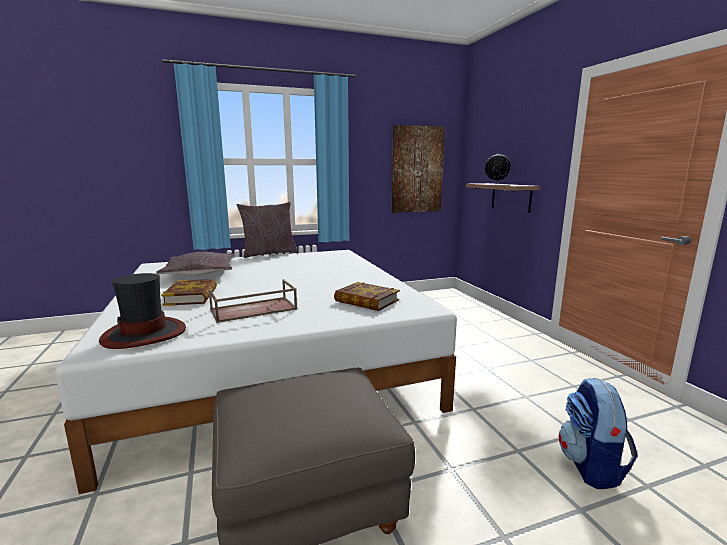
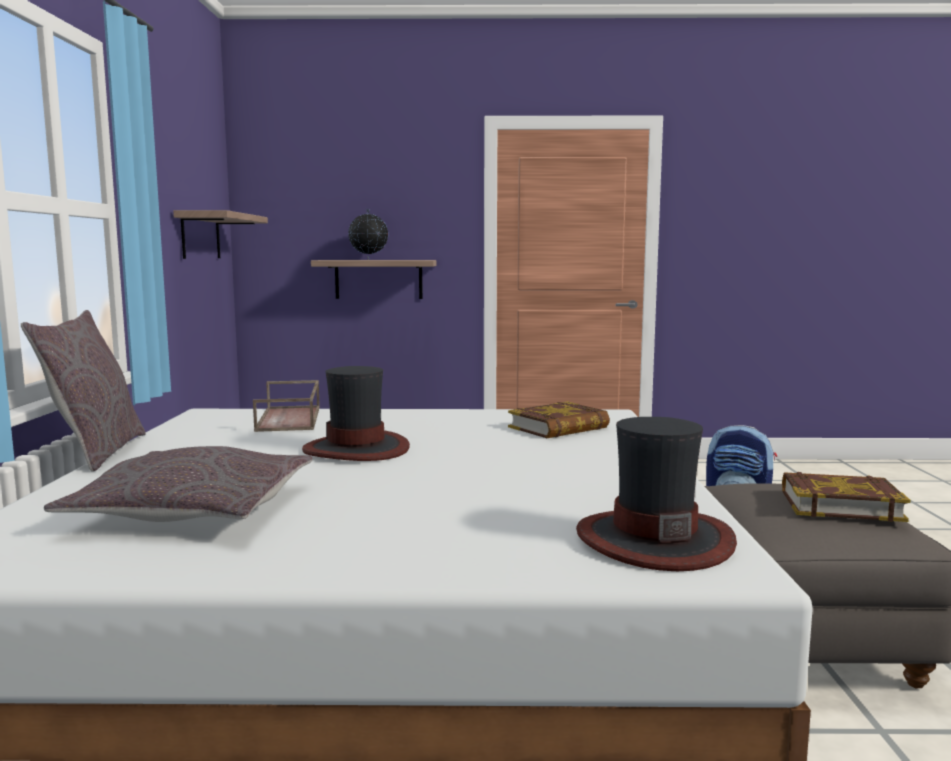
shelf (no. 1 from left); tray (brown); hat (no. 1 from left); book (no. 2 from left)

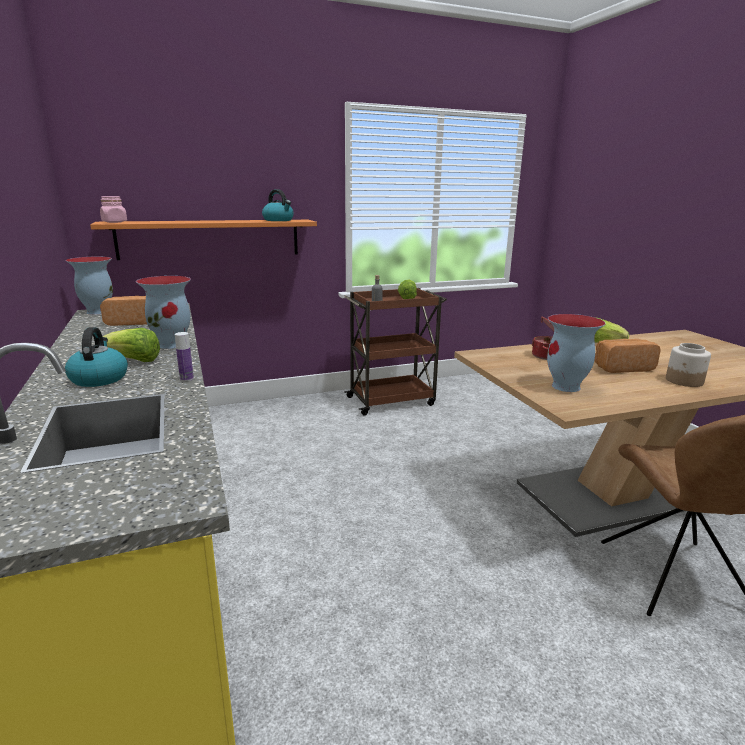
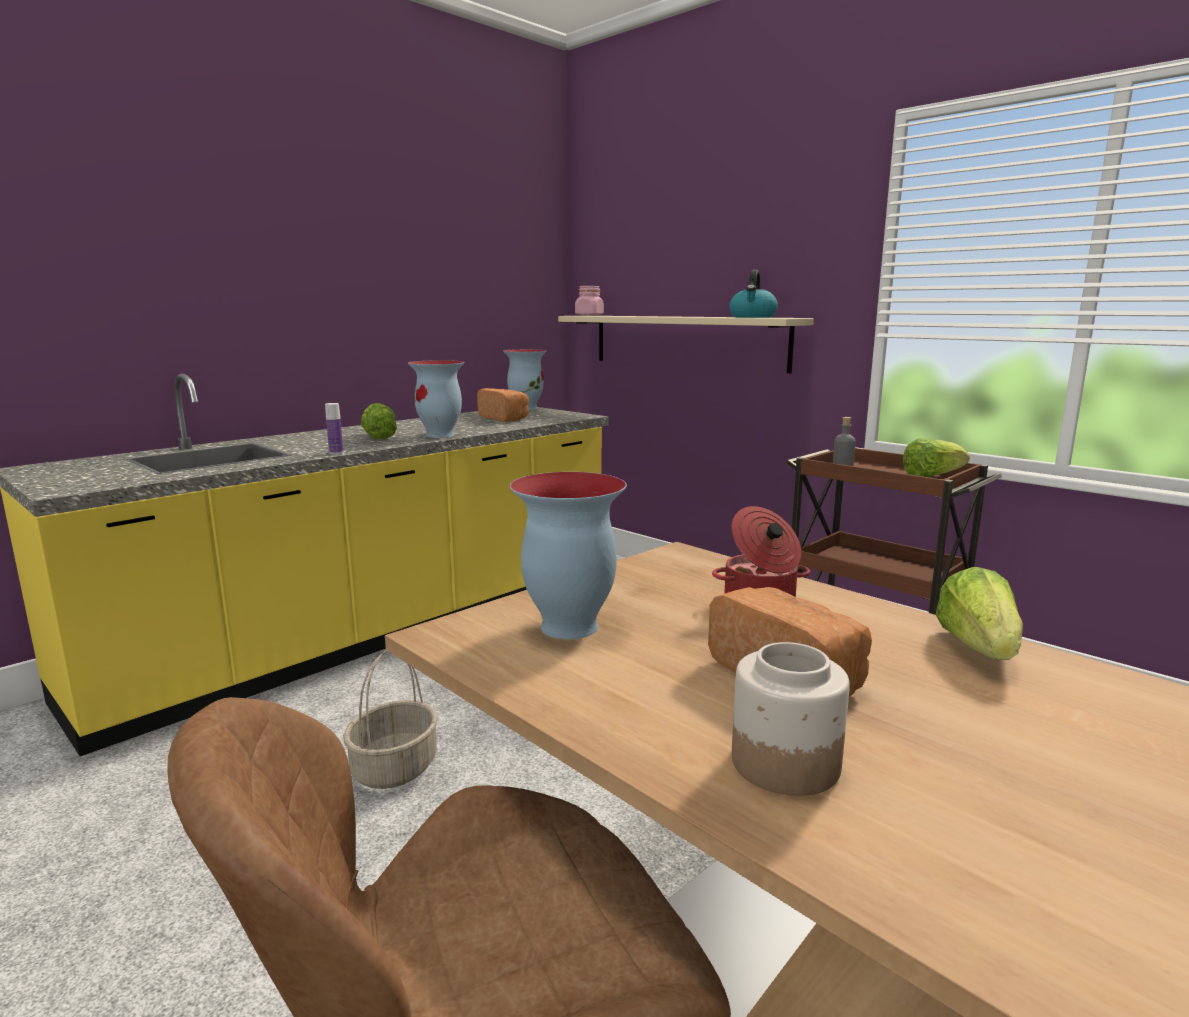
basket; shelf (beige); kettle (no. 1 from left in the first image)

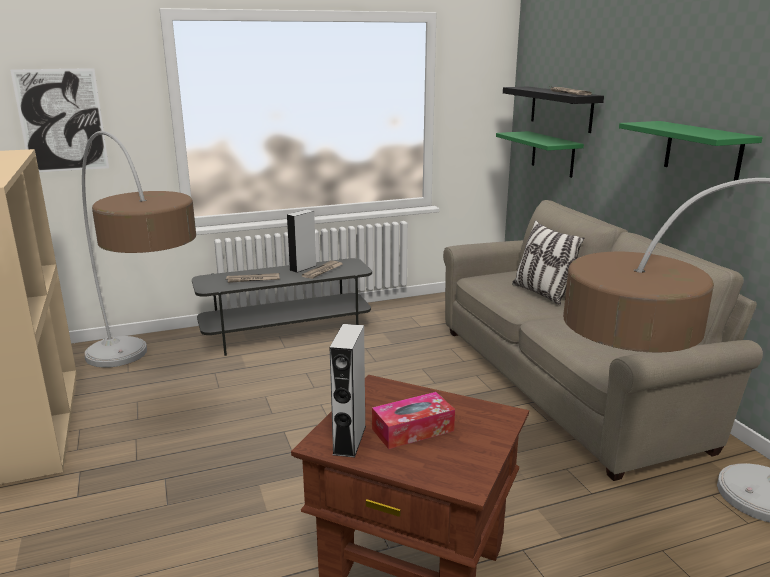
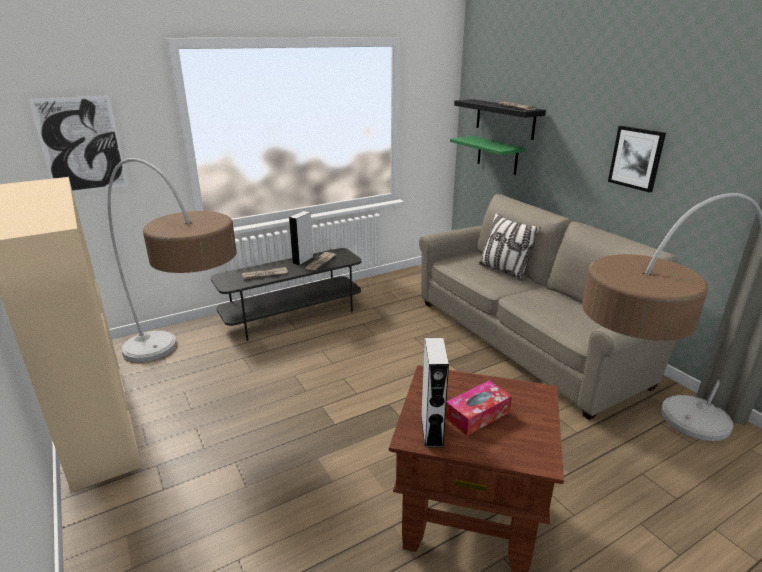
picture (no. 2 from left)

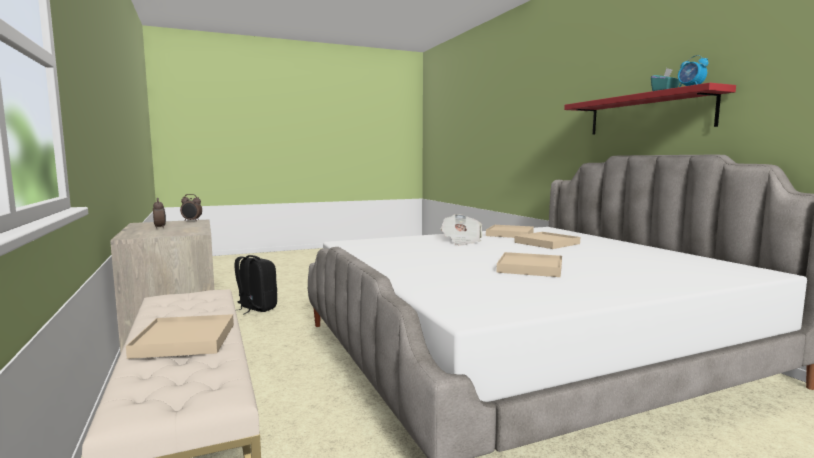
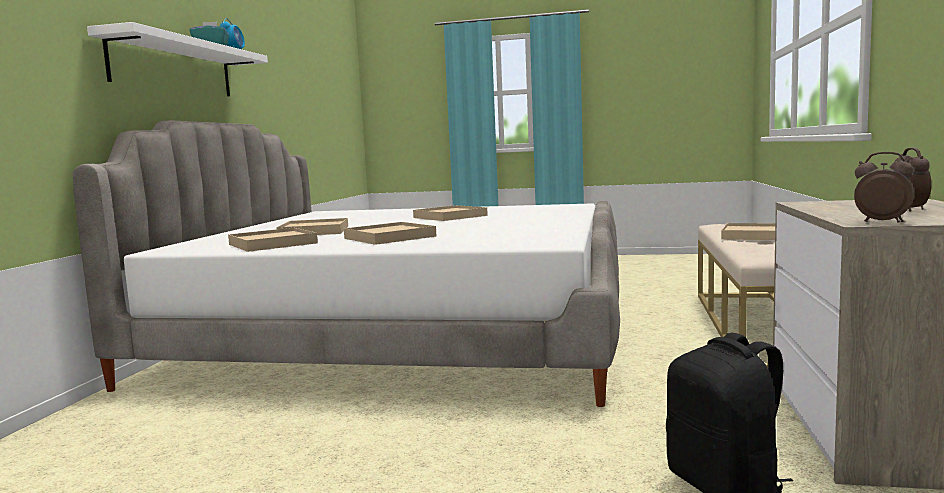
shelf (white); tray (beige) (no. 3 from left)

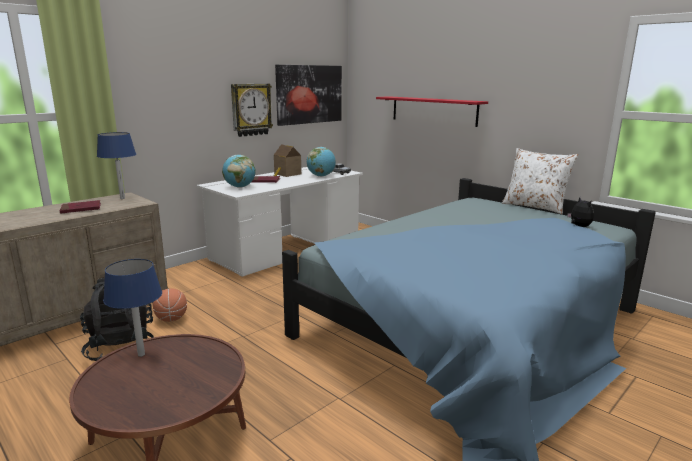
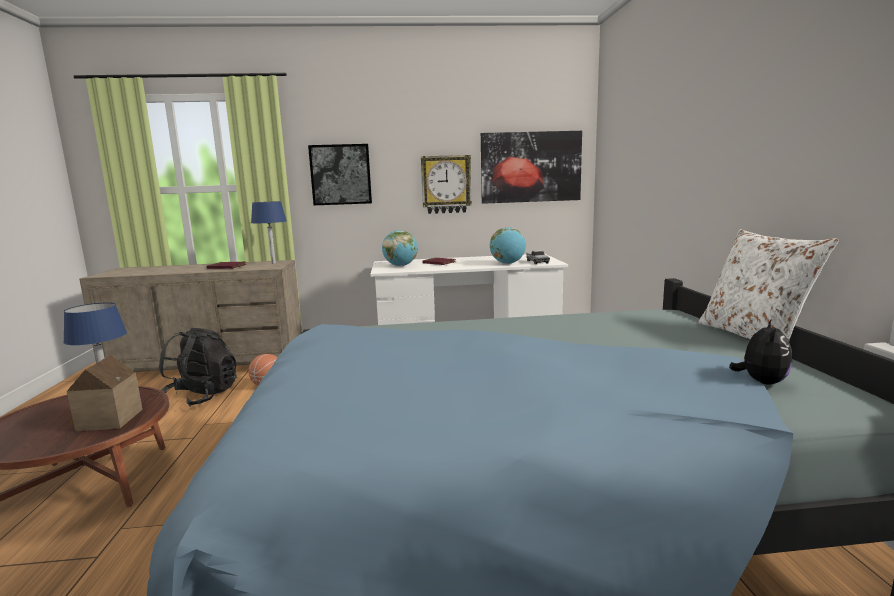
toy house; picture (no. 1 from left); shelf (red)

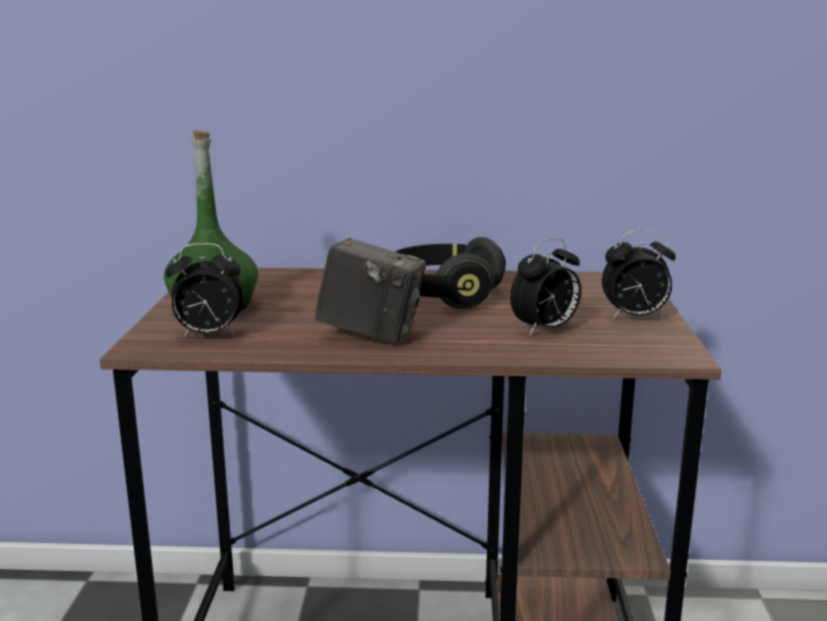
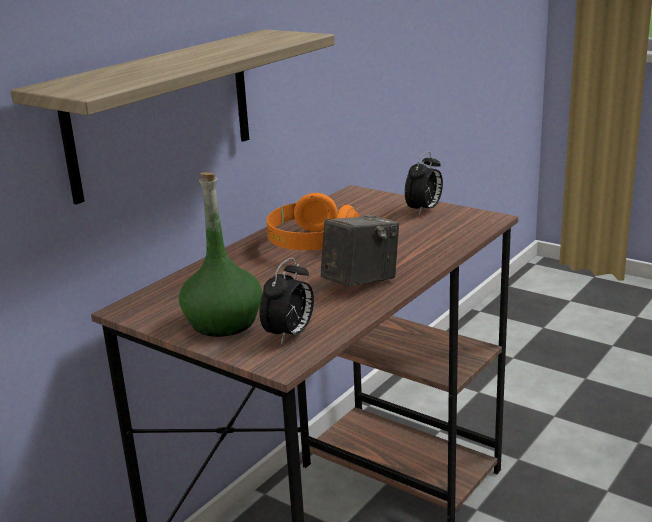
shelf; headphones (orange); alarm clock (no. 2 from left in the first image)

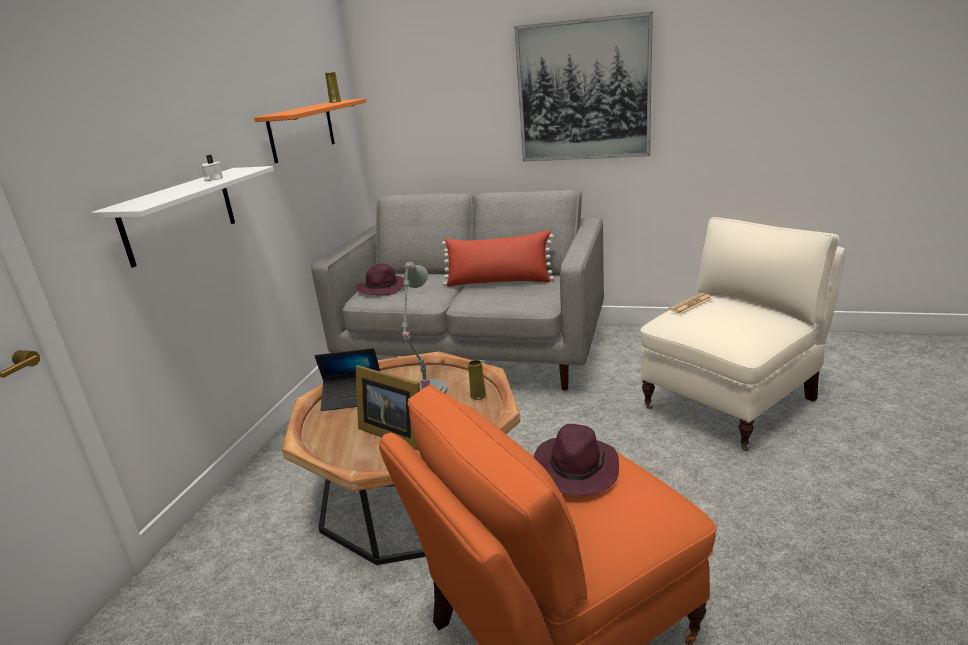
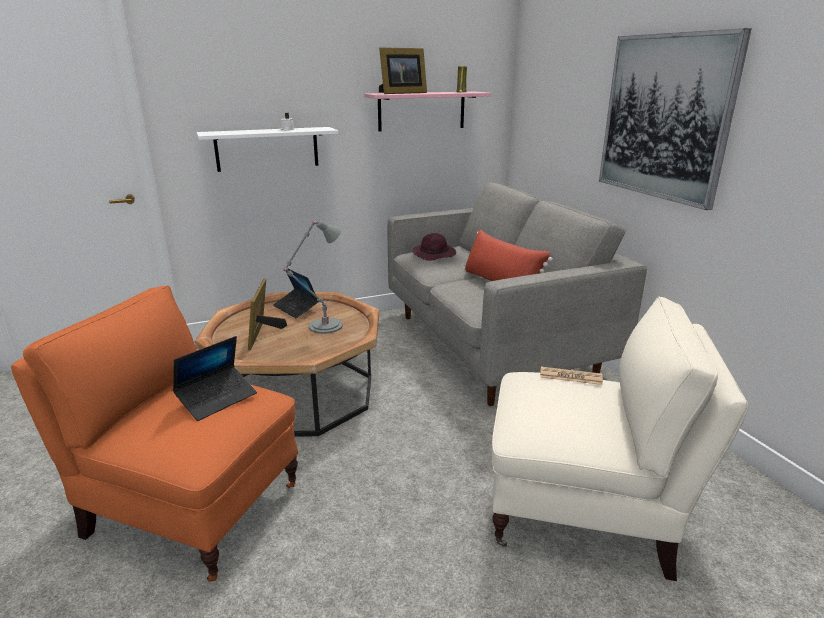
laptop (no. 1 from left); shelf (pink); picture frame (no. 2 from left); vase (yellow) (no. 2 from left in the first image)

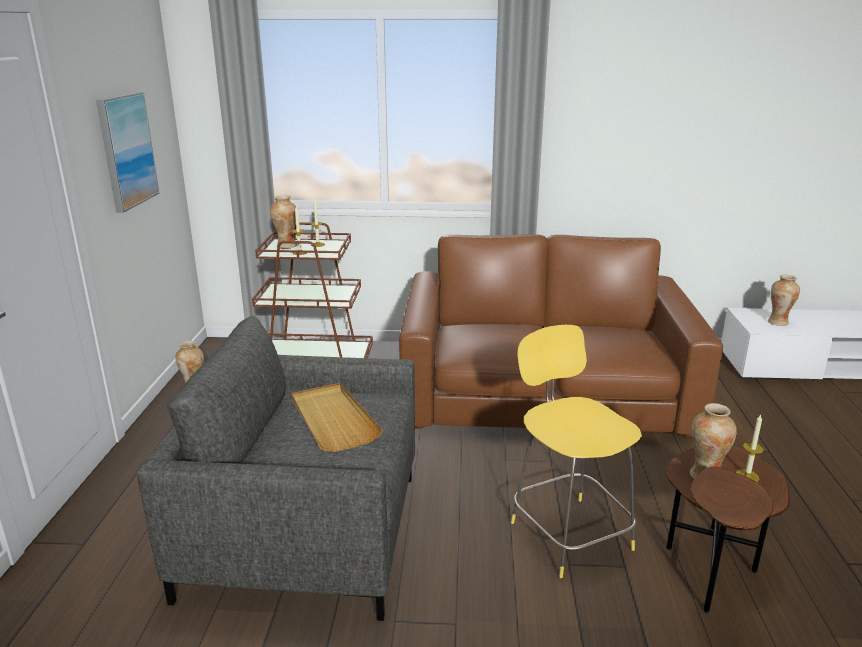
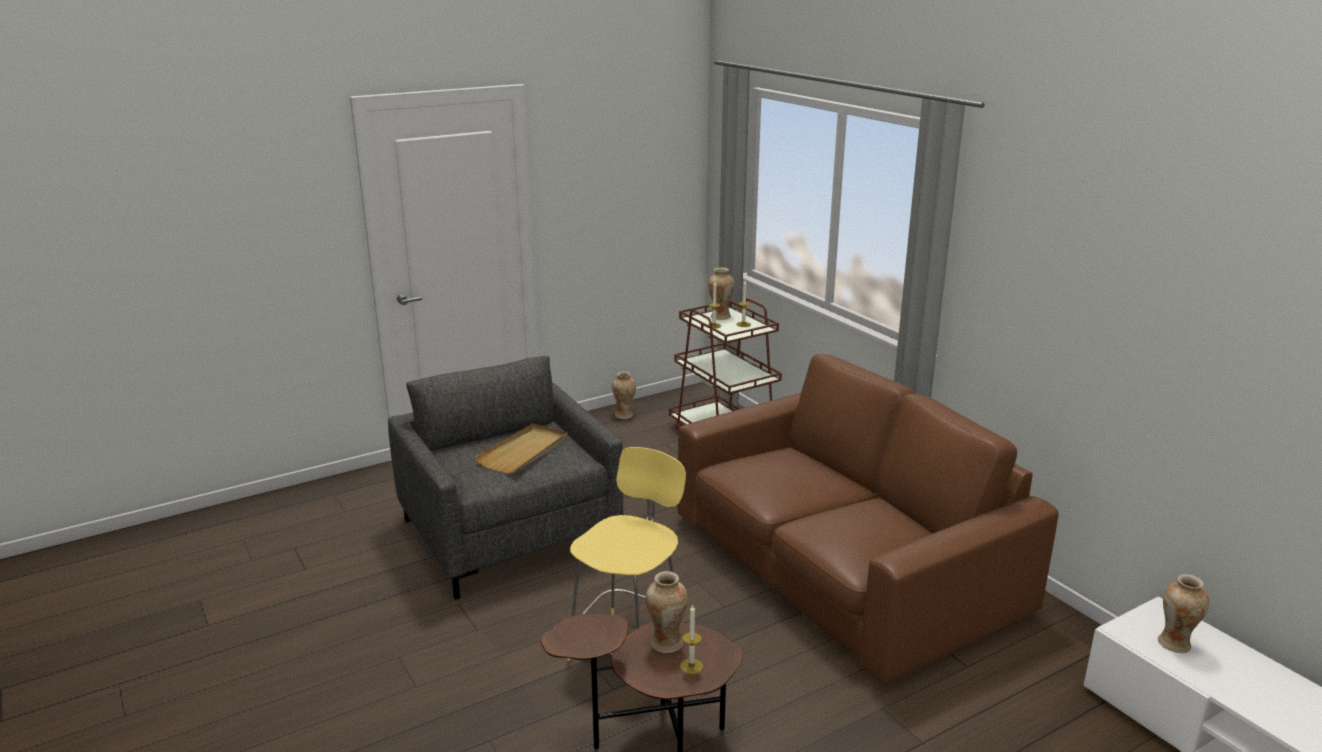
picture

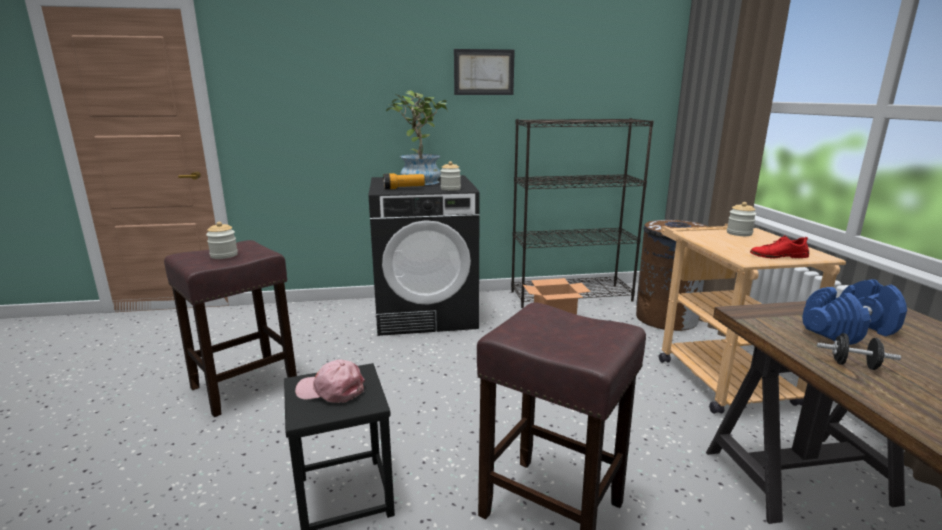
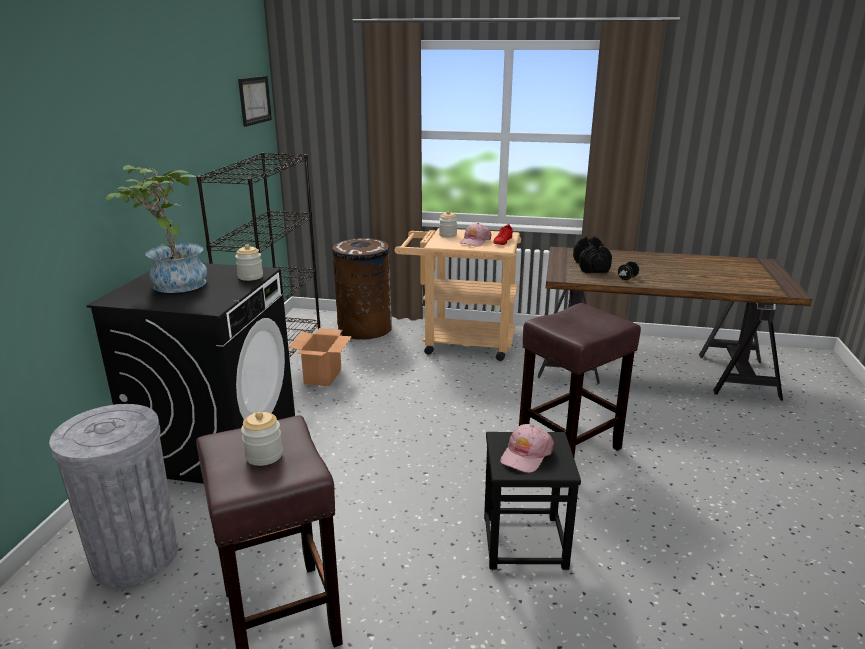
trash can (grey); picture; cap (pink) (no. 1 from left); dumbbell (black) (no. 1 from left); flashlight

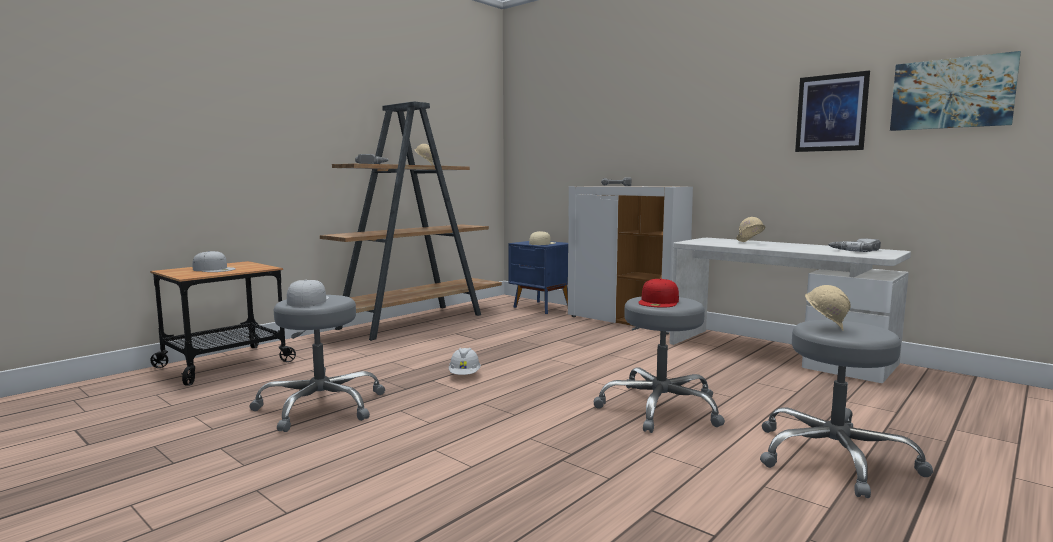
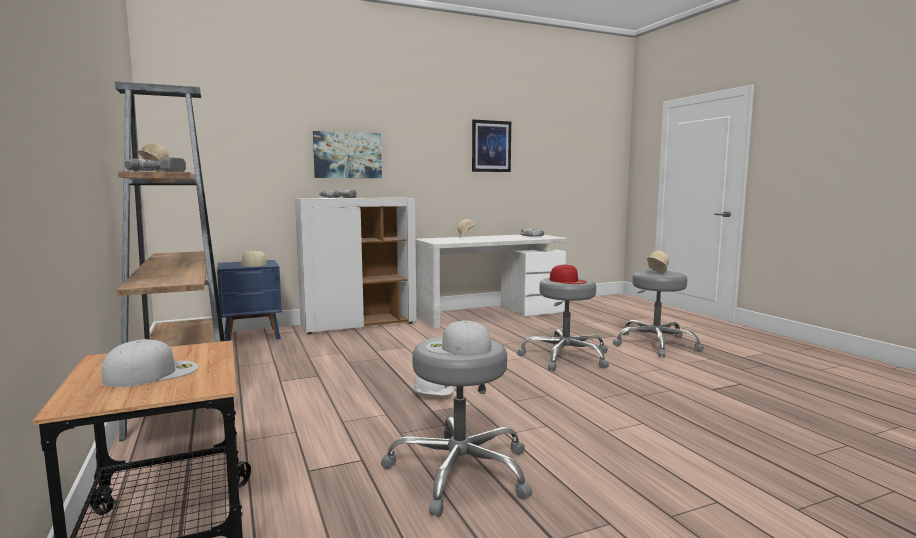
picture (no. 1 from left)

